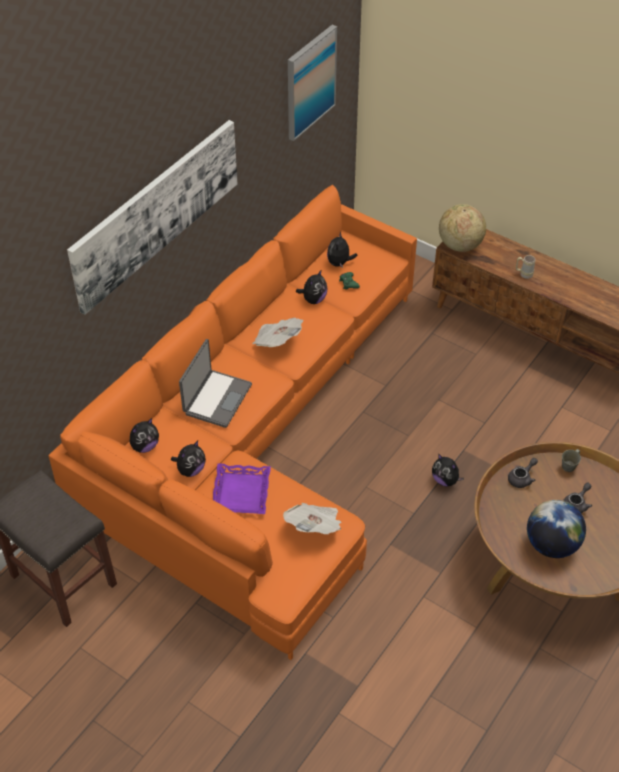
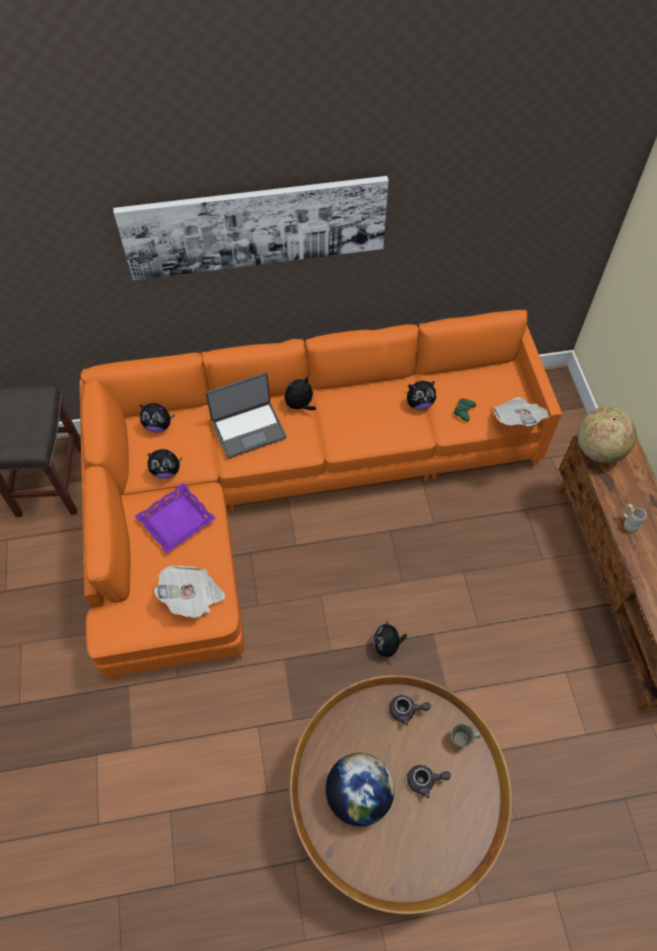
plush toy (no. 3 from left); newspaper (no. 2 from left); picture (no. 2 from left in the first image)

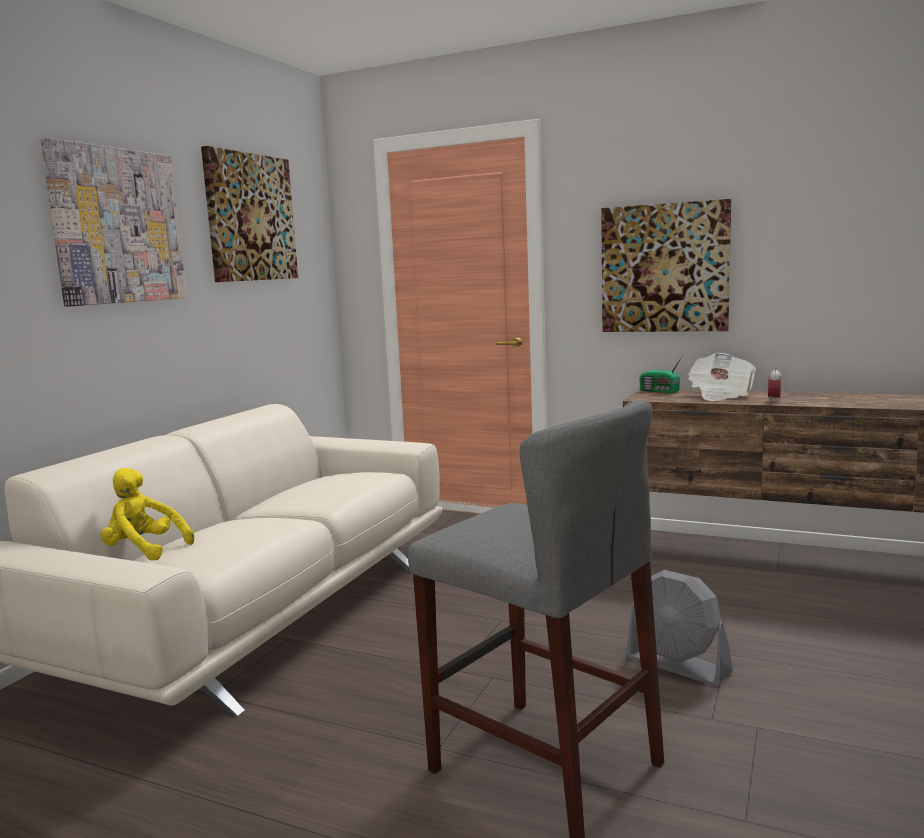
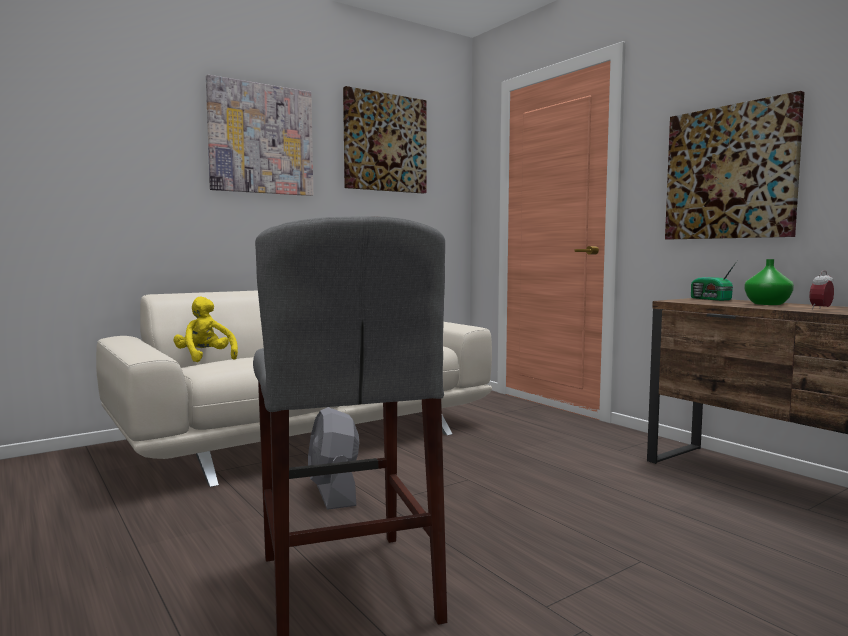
fan (grey); vase (green)

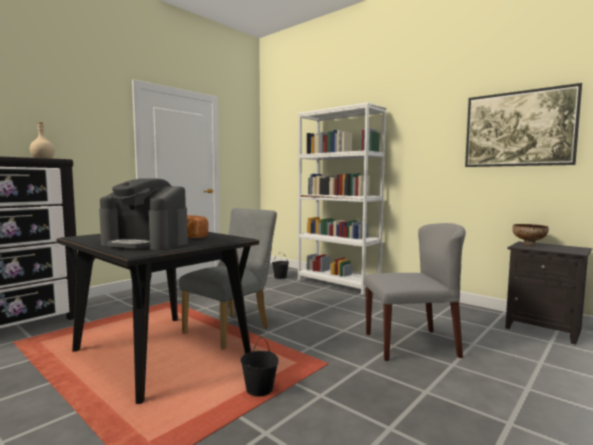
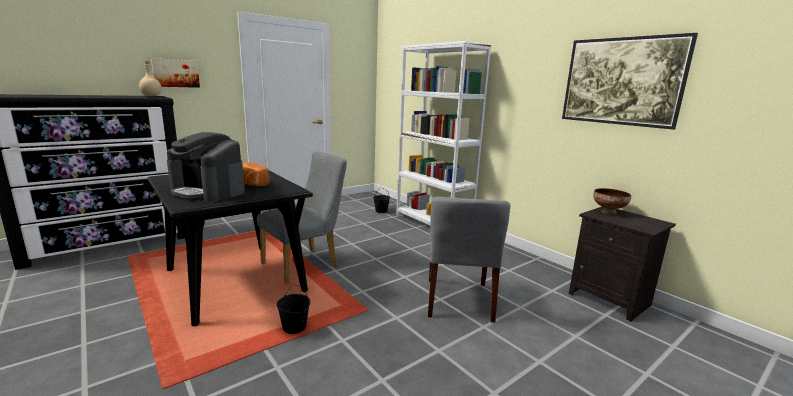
picture (no. 1 from left); chair (grey) (no. 2 from left)

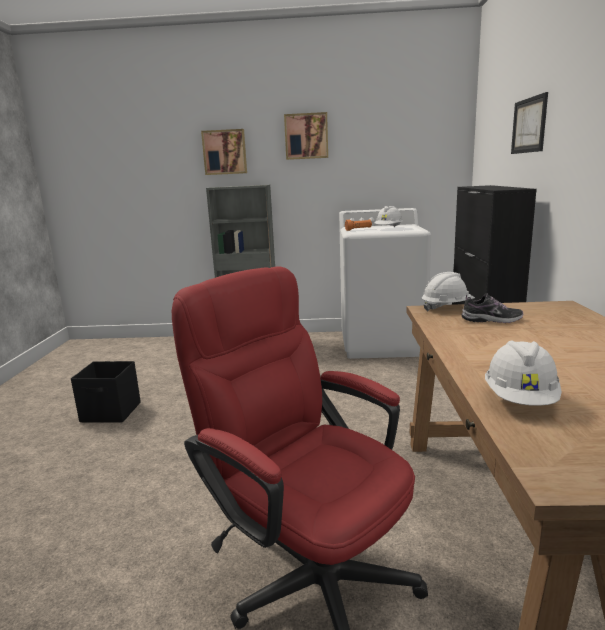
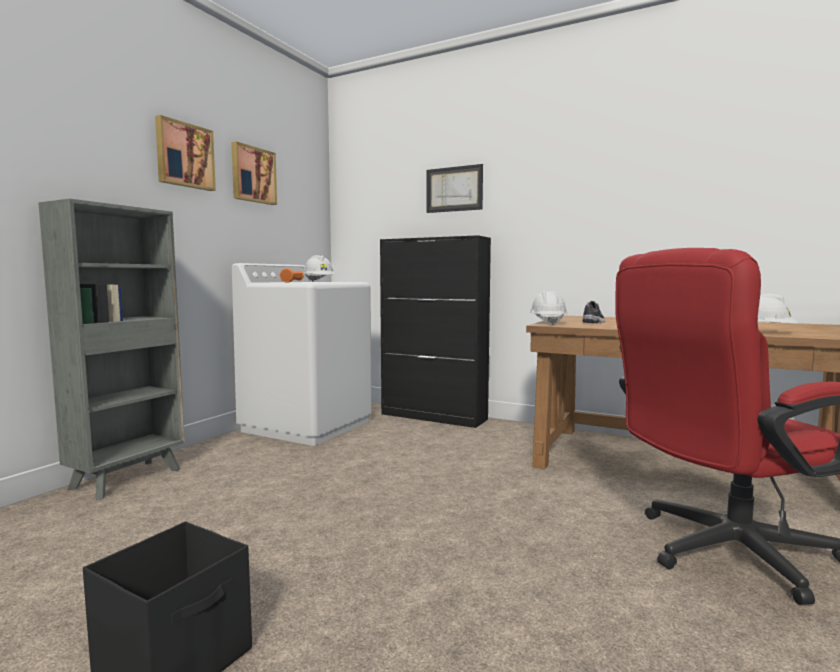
picture (no. 2 from left)

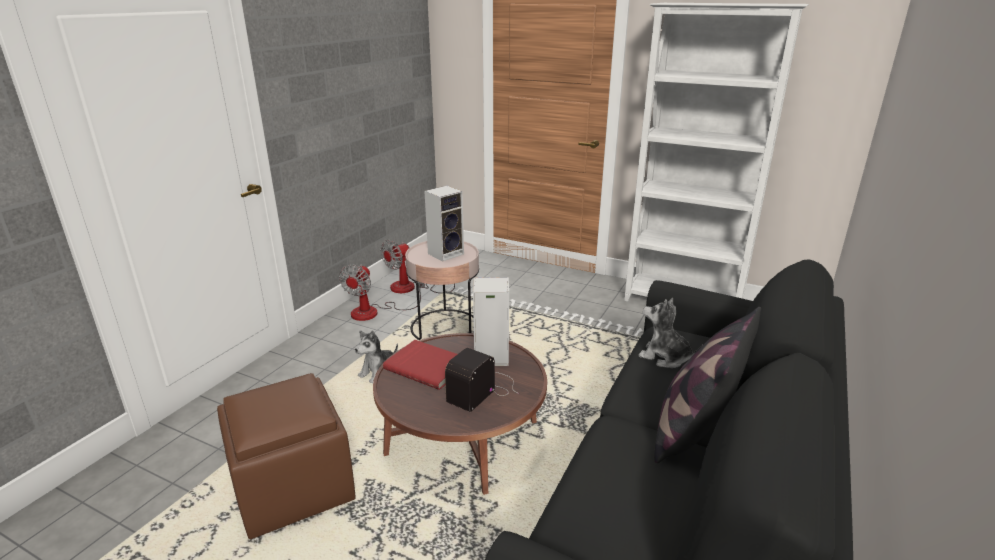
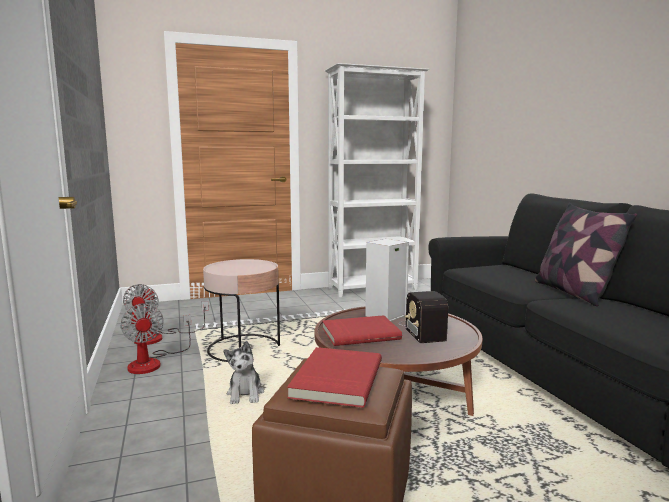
book (red) (no. 1 from left); speaker (no. 1 from left in the first image); plush toy (no. 2 from left in the first image)

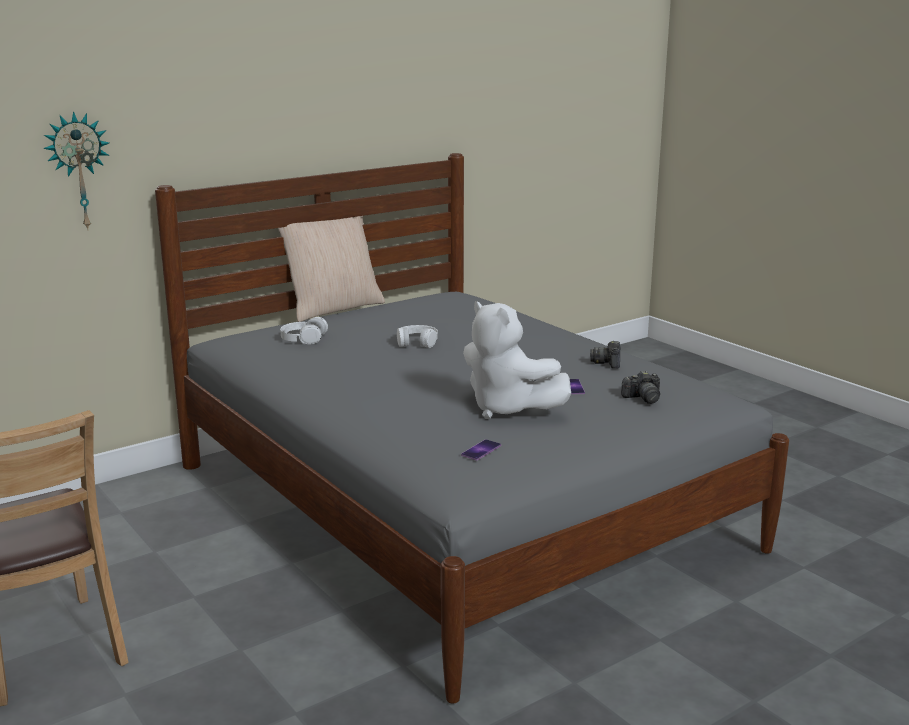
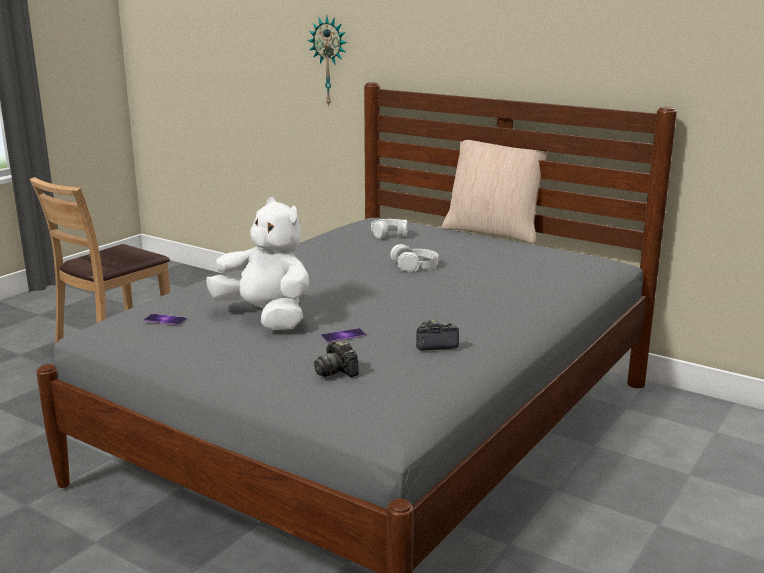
plush toy (white)

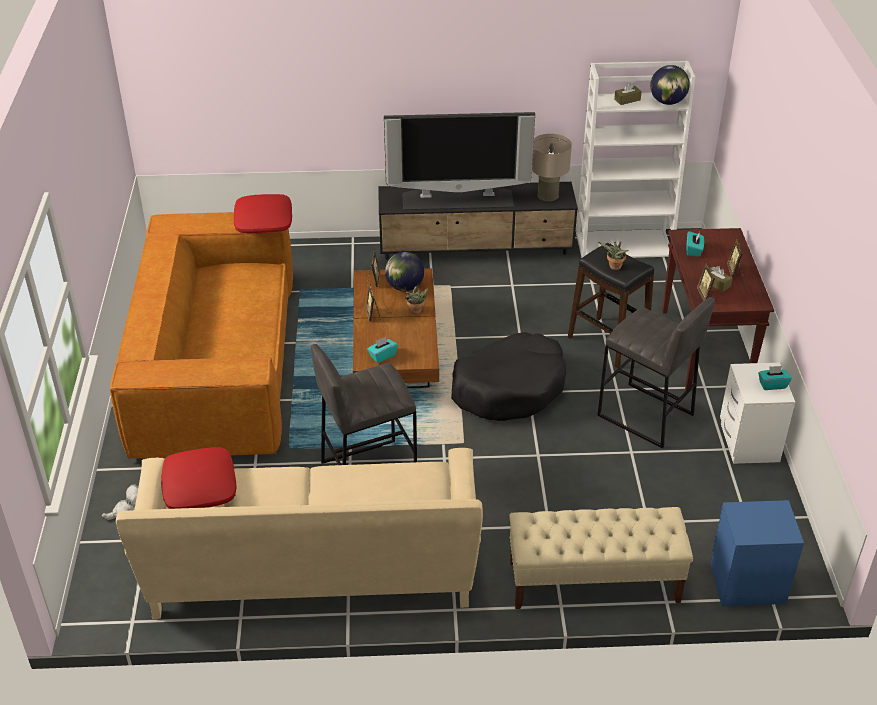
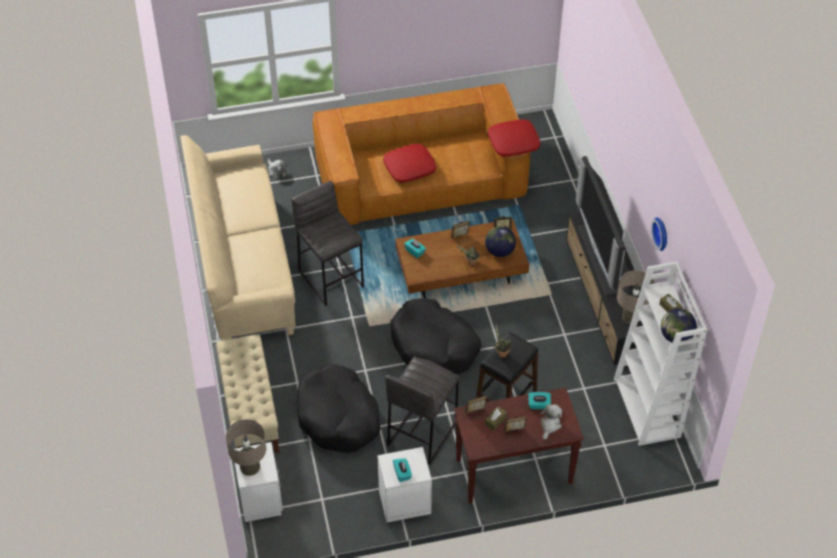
table lamp (beige) (no. 1 from left); nightstand (white) (no. 1 from left); dog bed (black) (no. 1 from left); pillow (red) (no. 1 from left); plush toy (no. 2 from left); wall clock

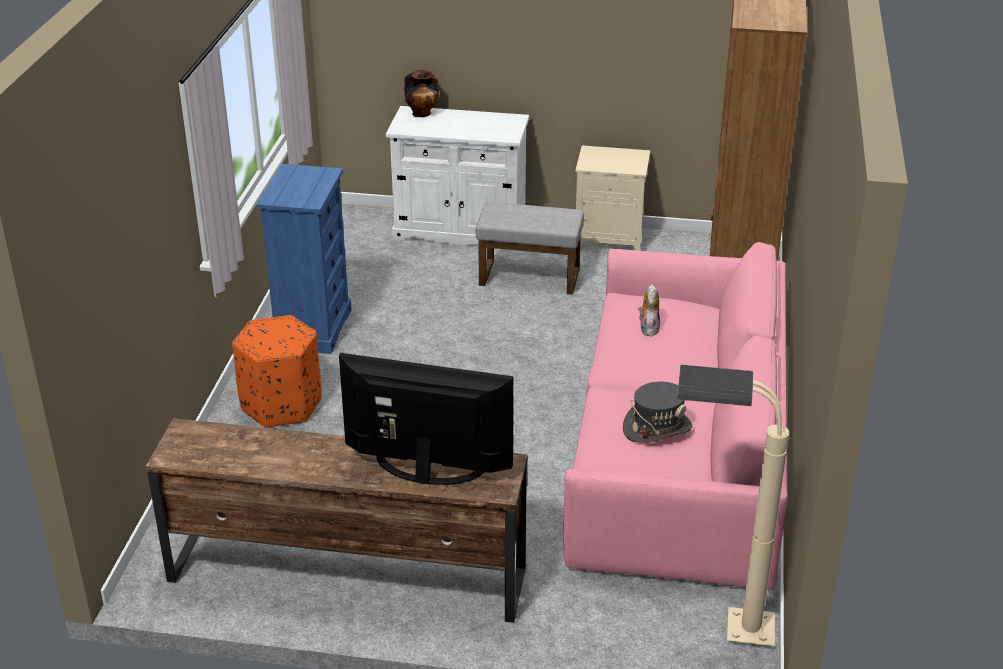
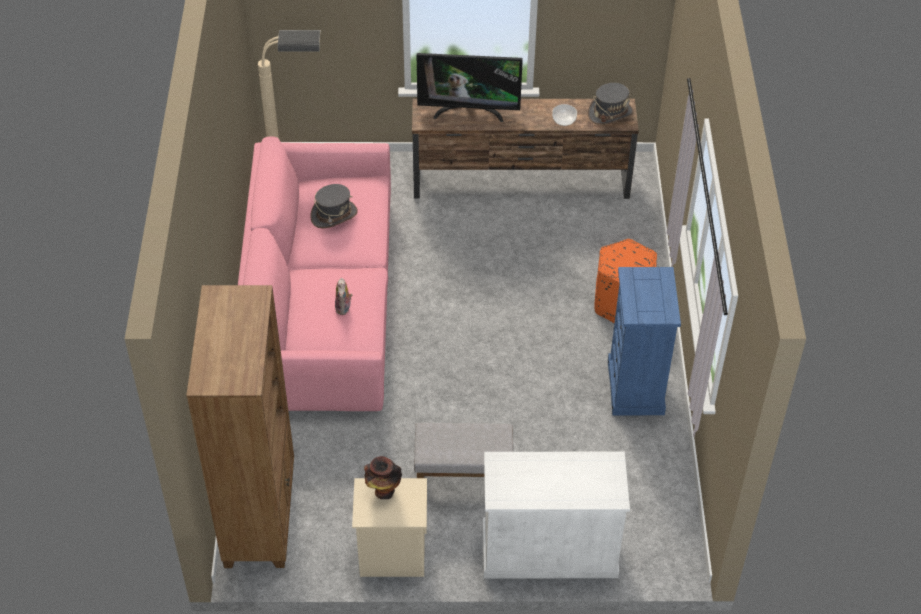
vase; bowl; hat (grey) (no. 2 from left)

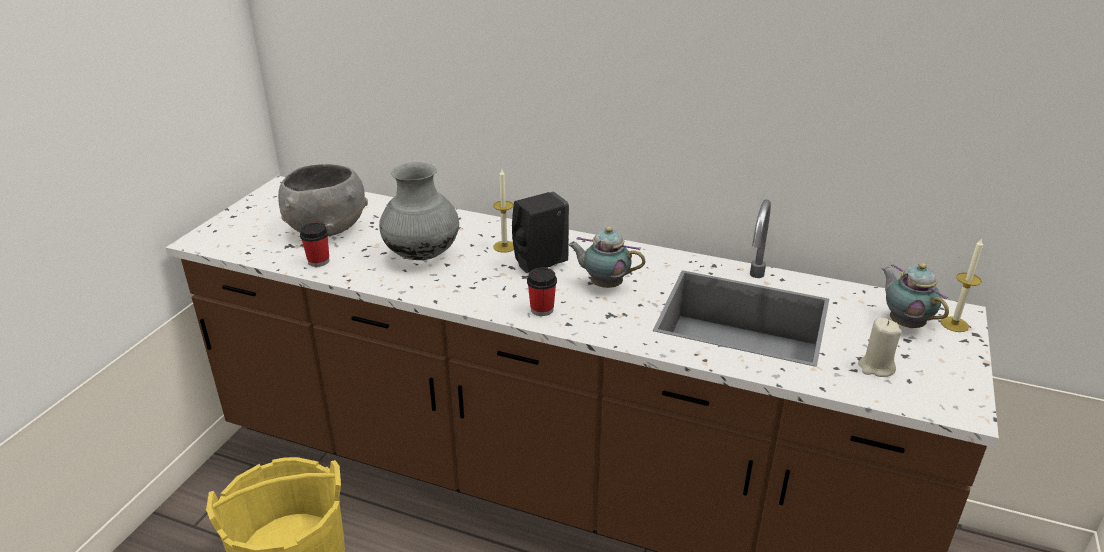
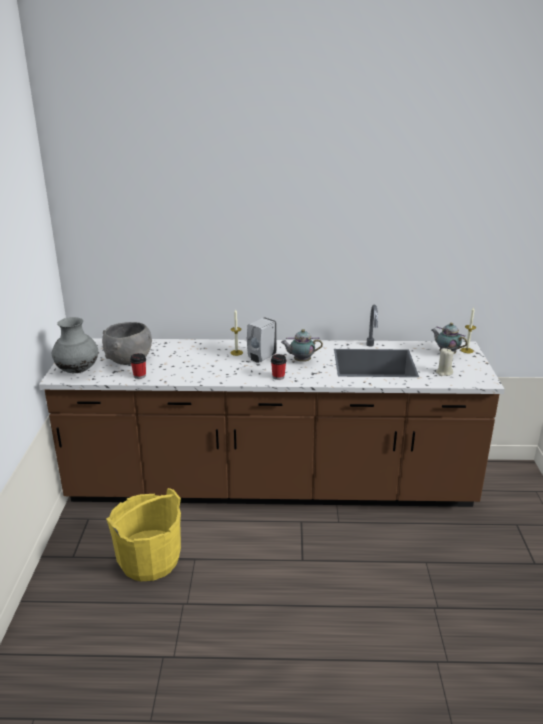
vase (grey); soap dispenser (white)

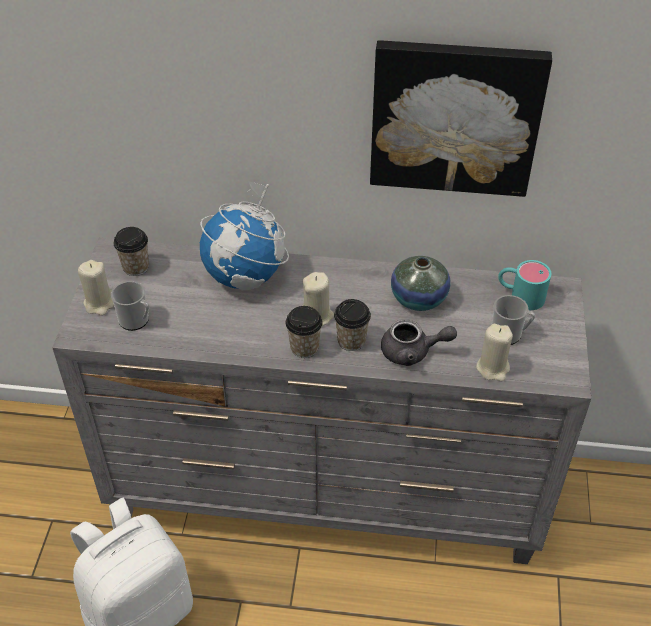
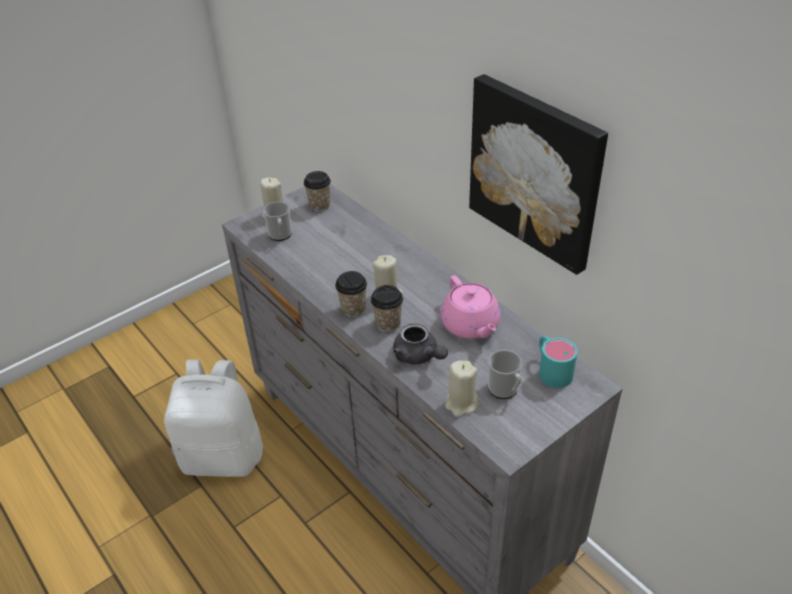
teapot (pink); globe

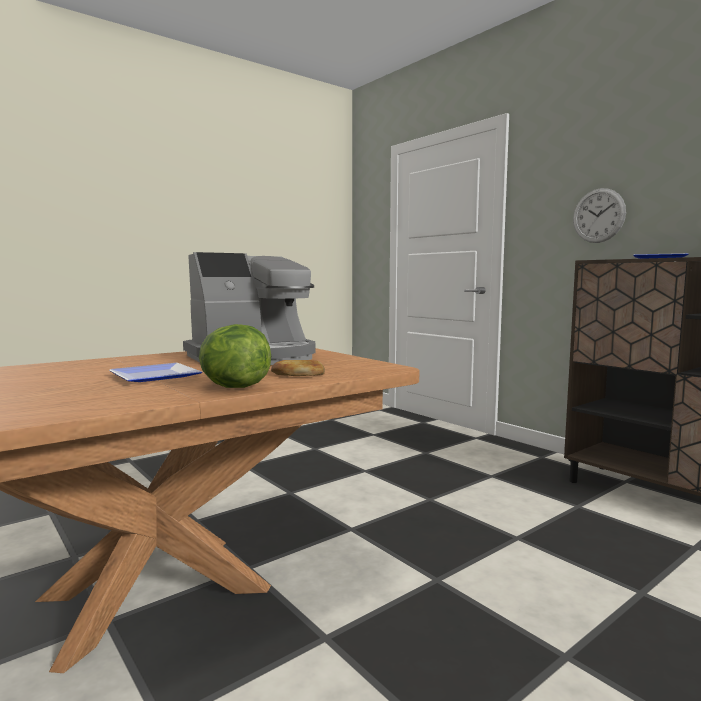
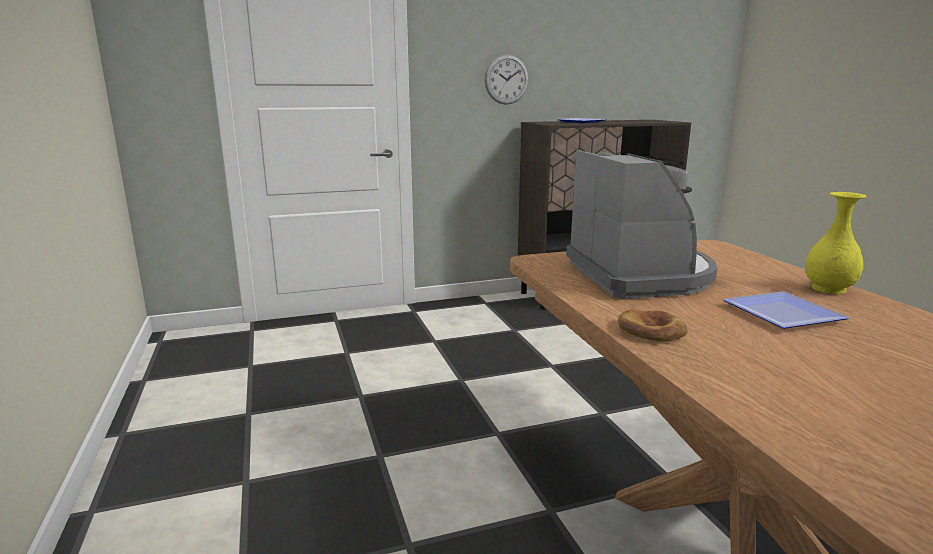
bread; vase (yellow)

